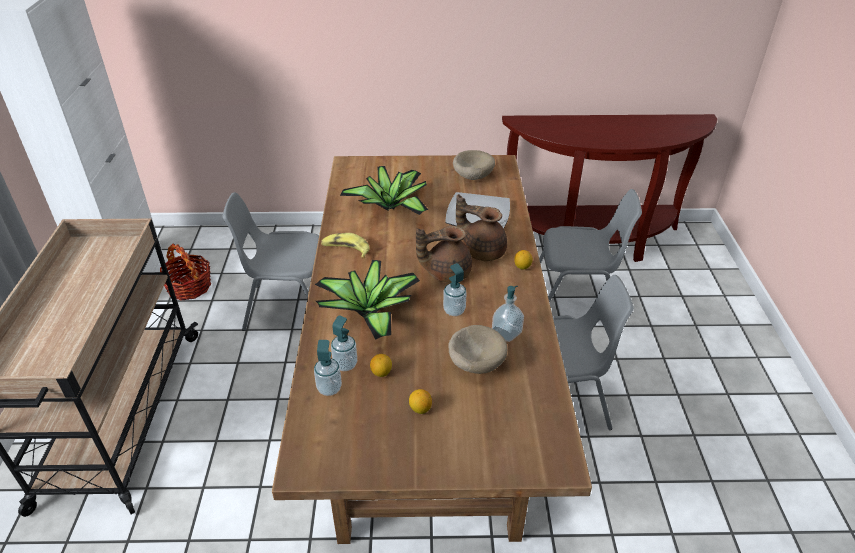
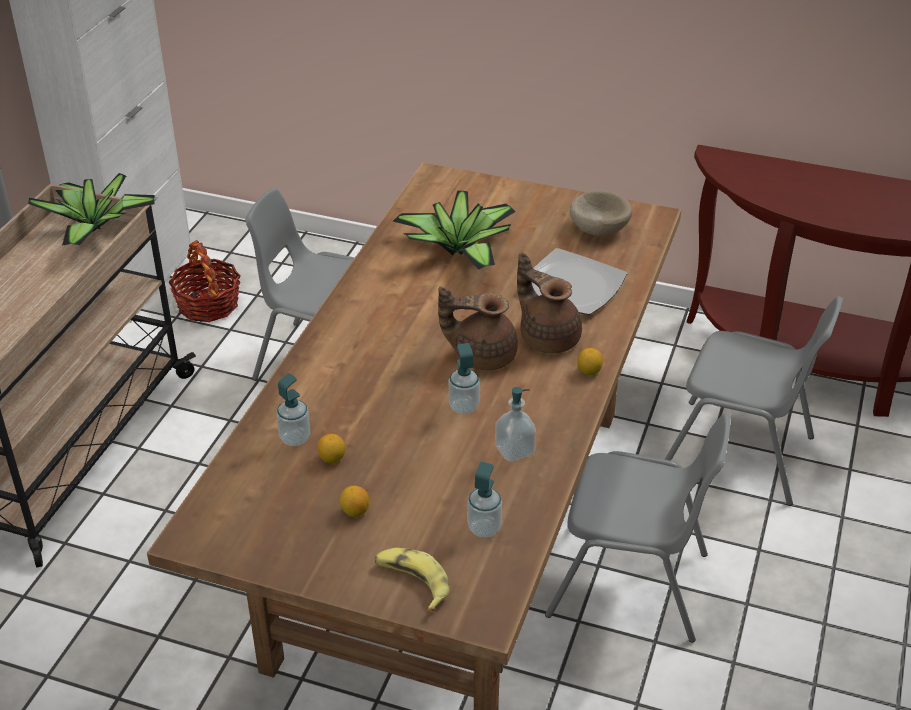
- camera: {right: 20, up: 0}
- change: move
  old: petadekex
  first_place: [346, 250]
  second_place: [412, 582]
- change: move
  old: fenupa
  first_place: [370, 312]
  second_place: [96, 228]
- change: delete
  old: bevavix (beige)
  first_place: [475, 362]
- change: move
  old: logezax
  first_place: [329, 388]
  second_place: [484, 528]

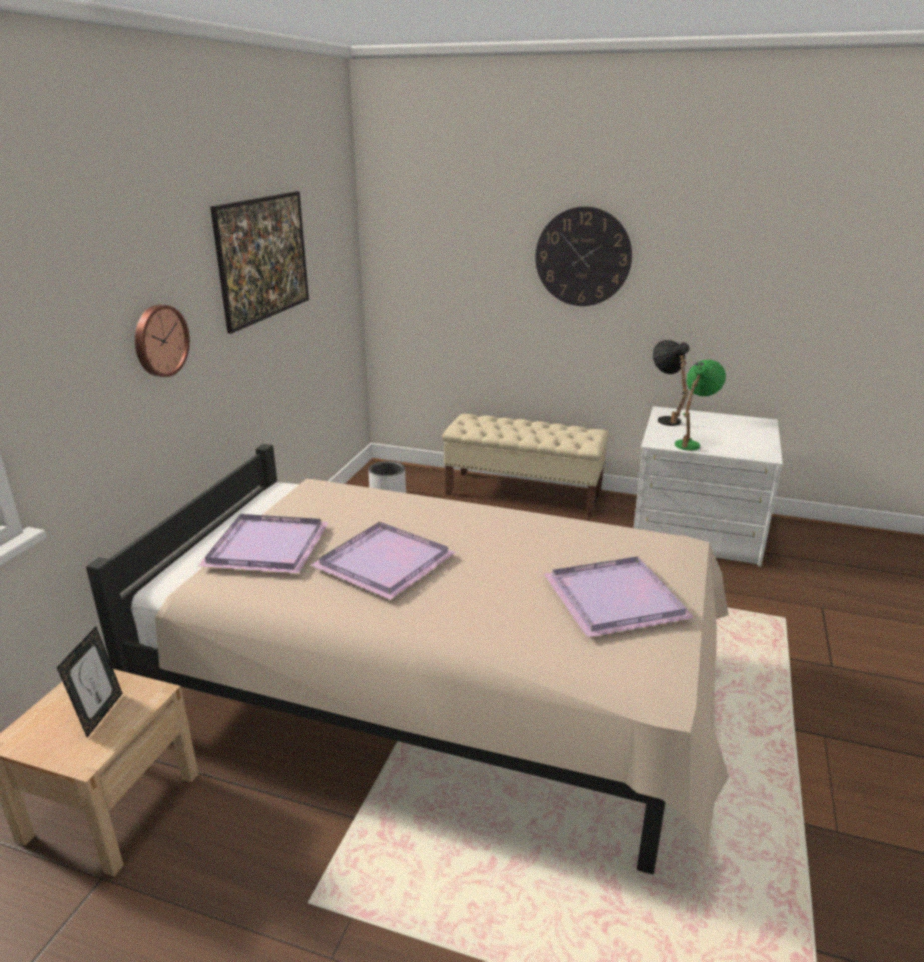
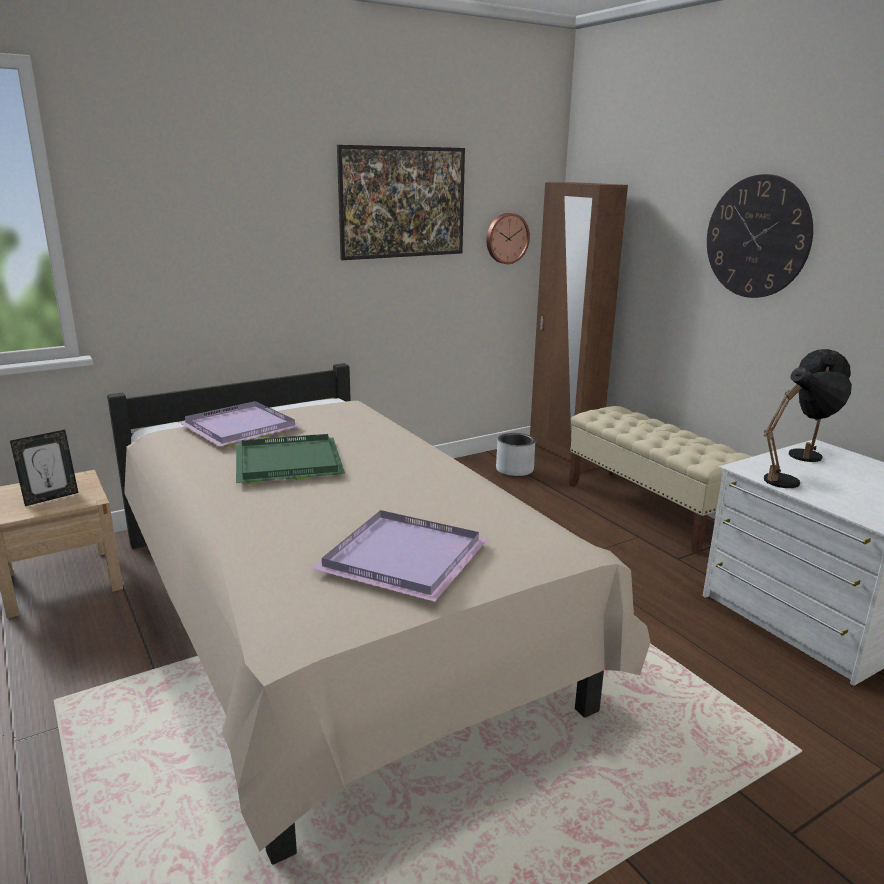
- camera: {right: 40, up: -5}
- change: move
  old: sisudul
  first_place: [159, 340]
  second_place: [506, 238]
- change: recolor
  old: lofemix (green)
  new: lofemix (black)
  first_place: [692, 443]
  second_place: [793, 481]
- change: recolor
  old: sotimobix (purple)
  new: sotimobix (green)
  first_place: [385, 564]
  second_place: [286, 464]
- change: insert
  new: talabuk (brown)
  second_place: [563, 457]

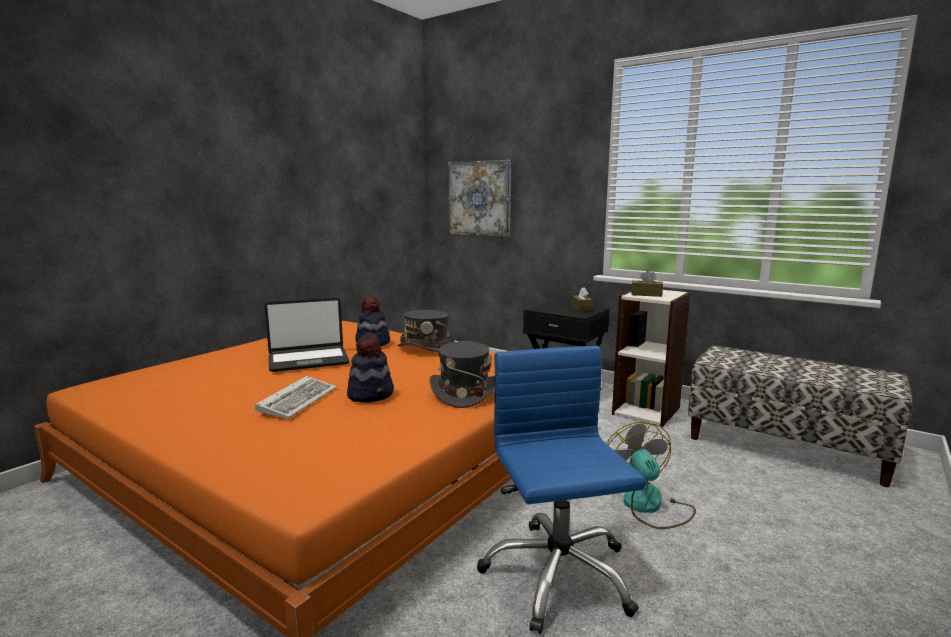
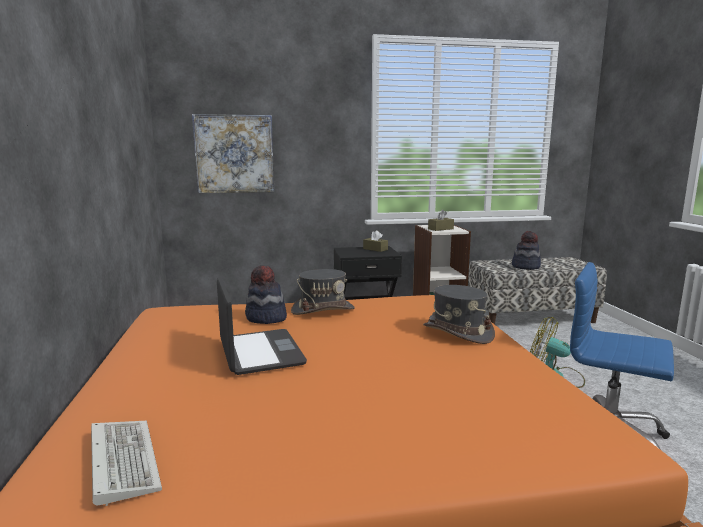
- camera: {right: -45, up: 0}
- change: rotate
  old: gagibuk
  first_place: [308, 360]
  second_place: [259, 353]
  degrees: -45
- change: move
  old: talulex
  first_place: [371, 394]
  second_place: [525, 266]
- change: move
  old: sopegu
  first_place: [298, 400]
  second_place: [121, 460]

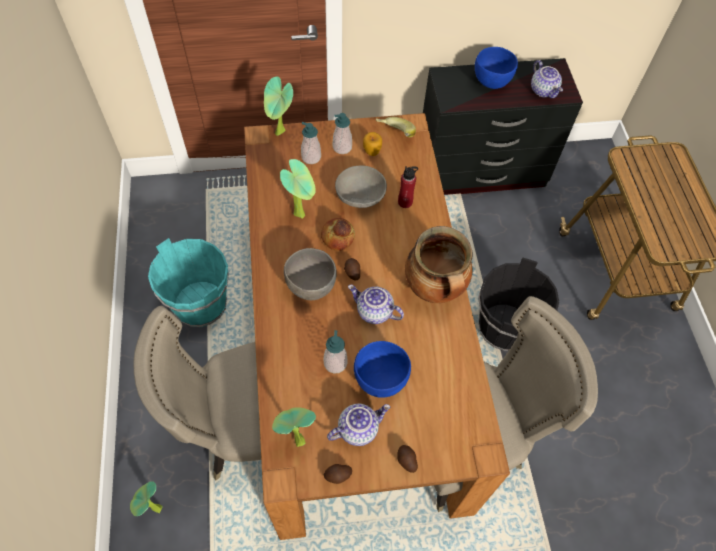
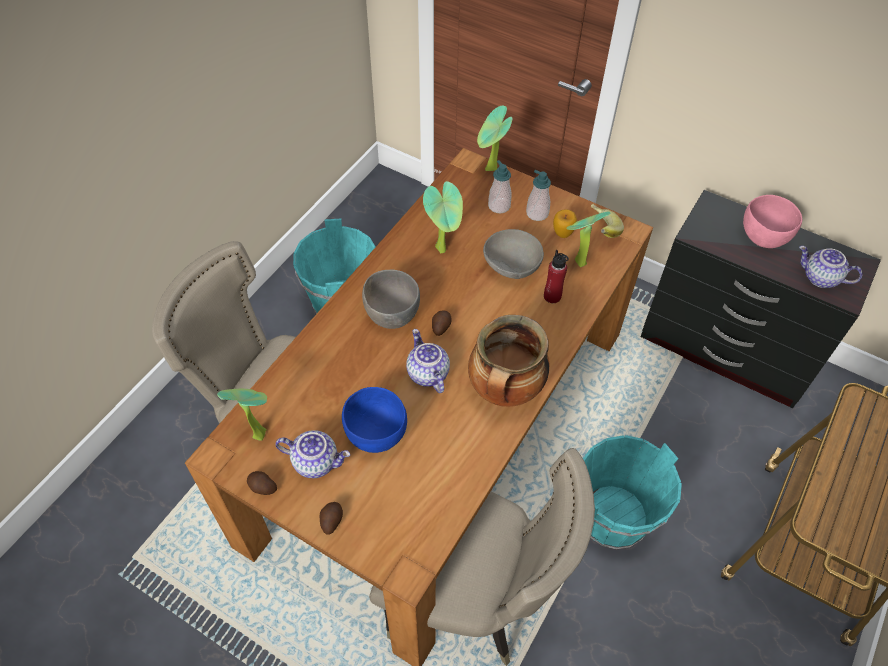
- camera: {right: 40, up: -5}
- change: recolor
  old: bevavix (blue)
  new: bevavix (pink)
  first_place: [491, 81]
  second_place: [762, 237]
- change: rotate
  old: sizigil
  first_place: [544, 90]
  second_place: [820, 278]
  degrees: 105
- change: delete
  old: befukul
  first_place: [337, 237]
- change: recolor
  old: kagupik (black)
  new: kagupik (turquoise)
  first_place: [504, 328]
  second_place: [613, 518]
- change: delete
  old: logezax
  first_place: [335, 363]
- change: move
  old: fenupa
  first_place: [154, 509]
  second_place: [577, 262]

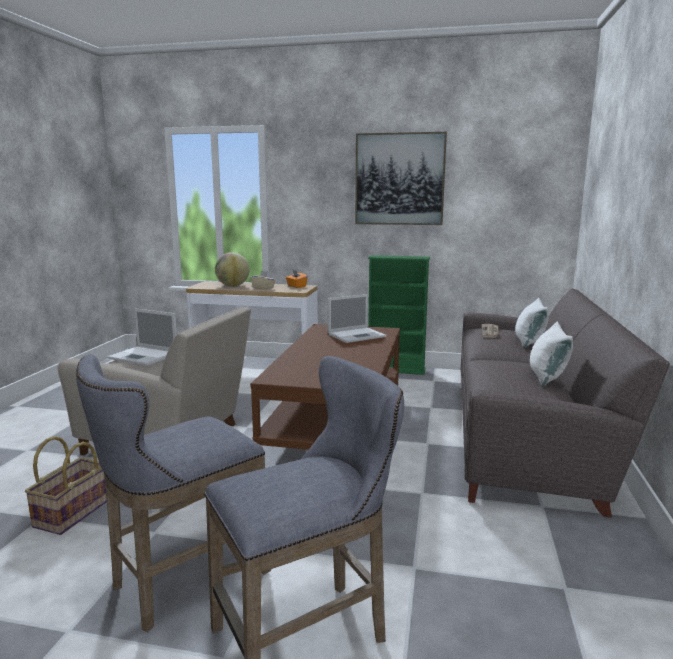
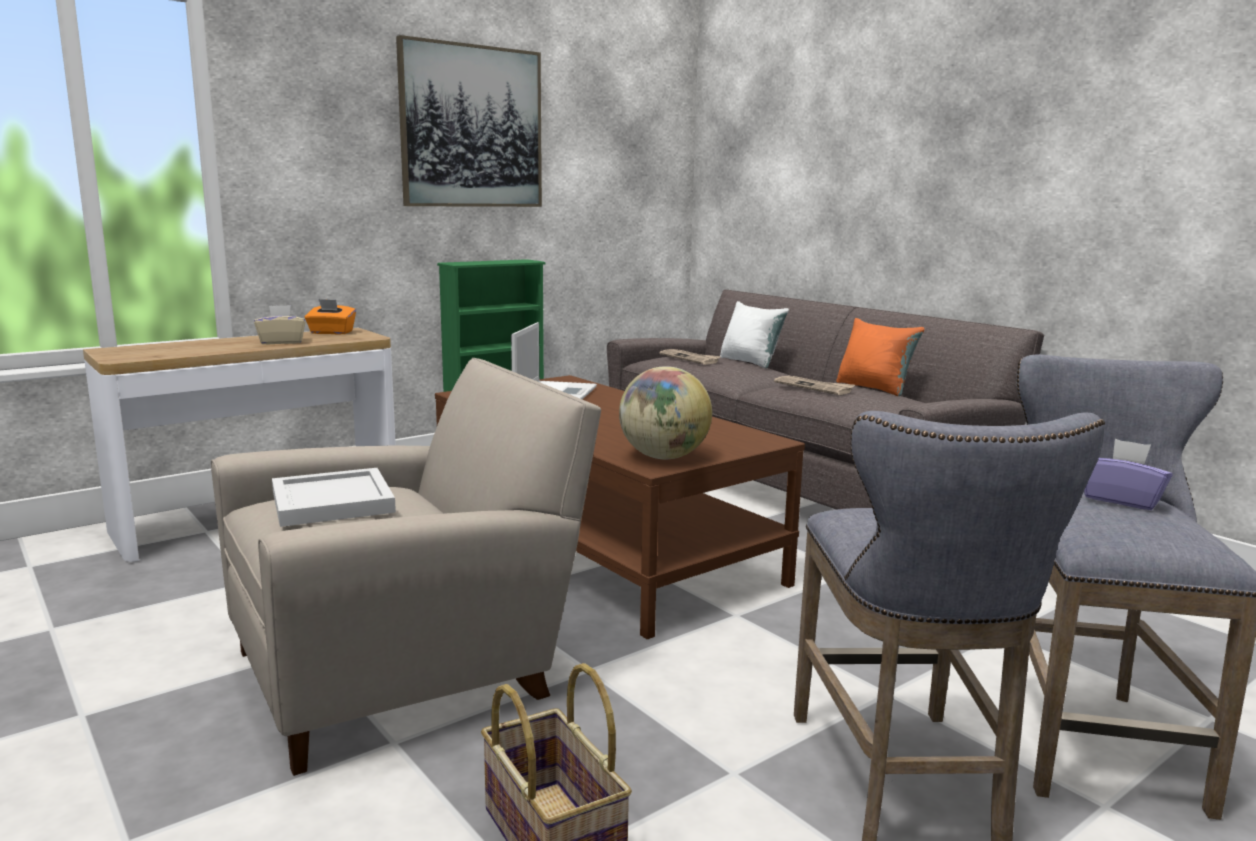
- camera: {right: -50, up: 0}
- change: move
  old: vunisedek
  first_place: [233, 286]
  second_place: [663, 457]
- change: replace
  old: gagibuk
  new: sotimobix (white)
  first_place: [144, 356]
  second_place: [334, 501]
- change: recolor
  old: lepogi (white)
  new: lepogi (orange)
  first_place: [547, 377]
  second_place: [874, 388]
- change: insert
  new: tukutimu
  second_place: [814, 387]
- change: insert
  new: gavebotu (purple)
  second_place: [1121, 500]

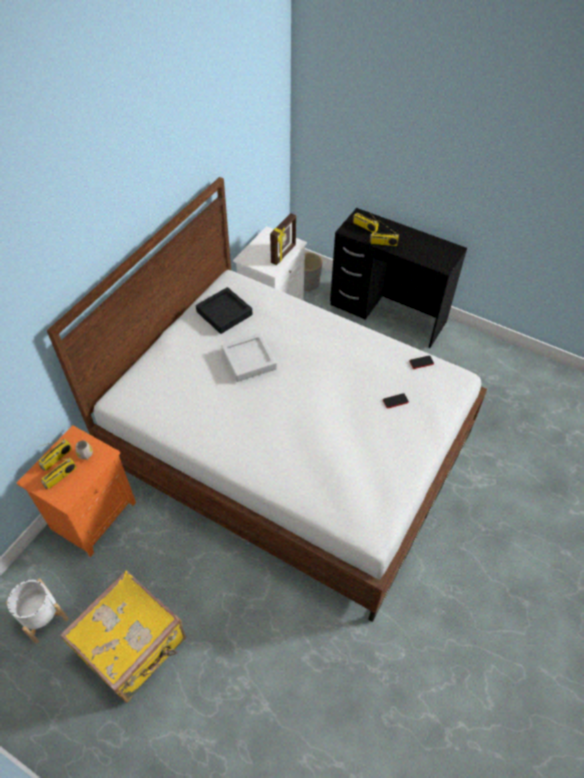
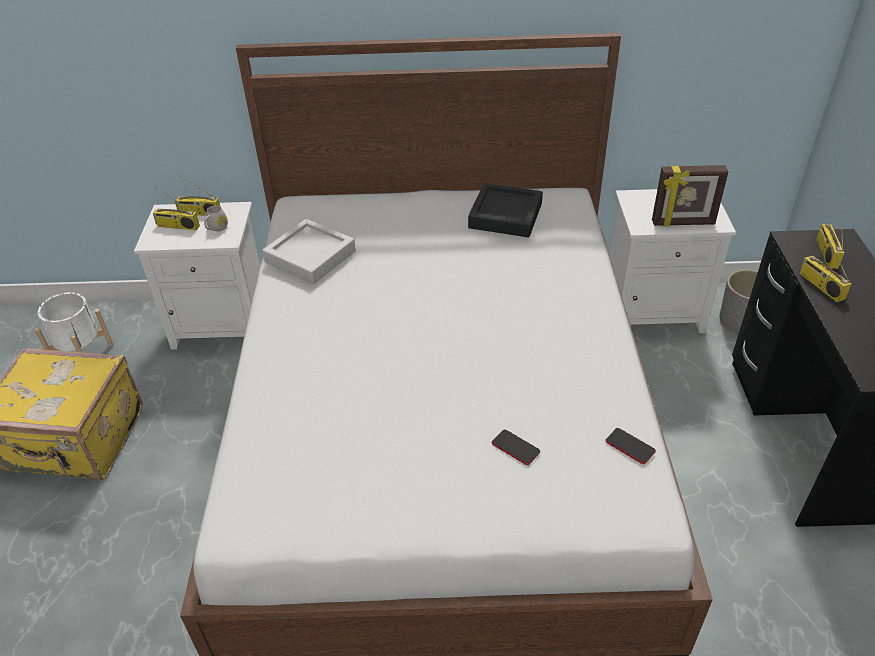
- camera: {right: 60, up: -10}
- change: move
  old: sotimobix (grey)
  first_place: [249, 360]
  second_place: [310, 257]
- change: recolor
  old: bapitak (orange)
  new: bapitak (white)
  first_place: [93, 514]
  second_place: [224, 324]

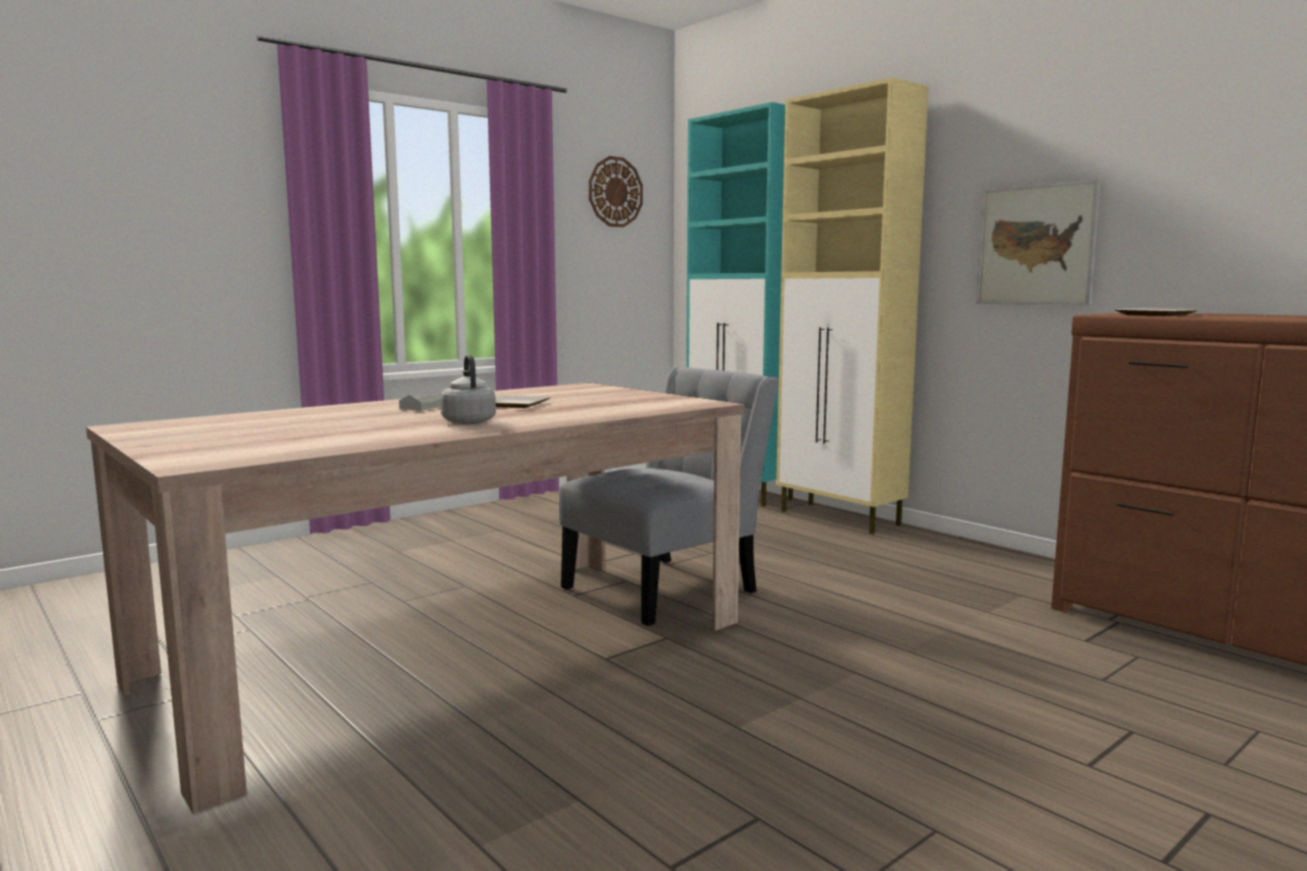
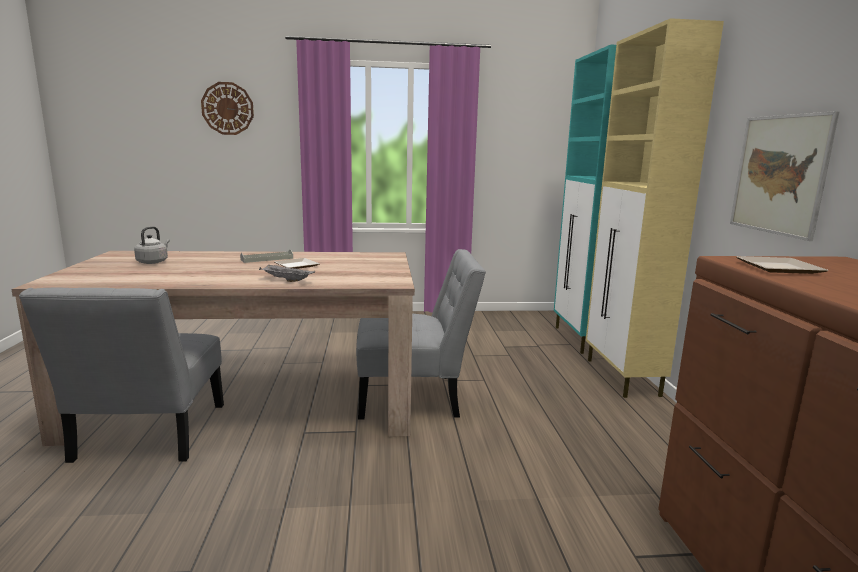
- camera: {right: 35, up: 5}
- change: move
  old: sisudul
  first_place: [615, 192]
  second_place: [227, 108]
- change: move
  old: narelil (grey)
  first_place: [468, 421]
  second_place: [153, 262]
- change: insert
  new: sotimobix (grey)
  second_place: [286, 280]
- change: insert
  new: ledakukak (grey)
  second_place: [148, 436]

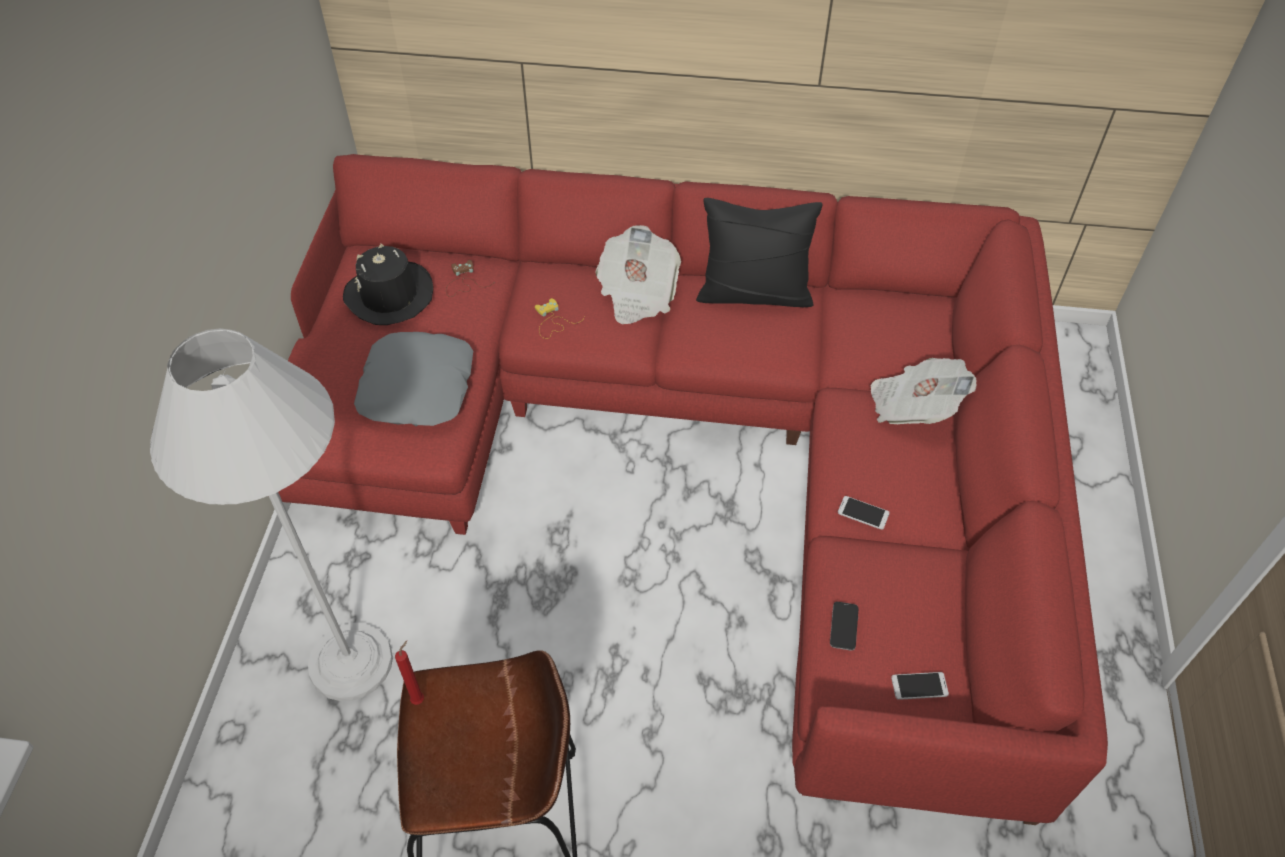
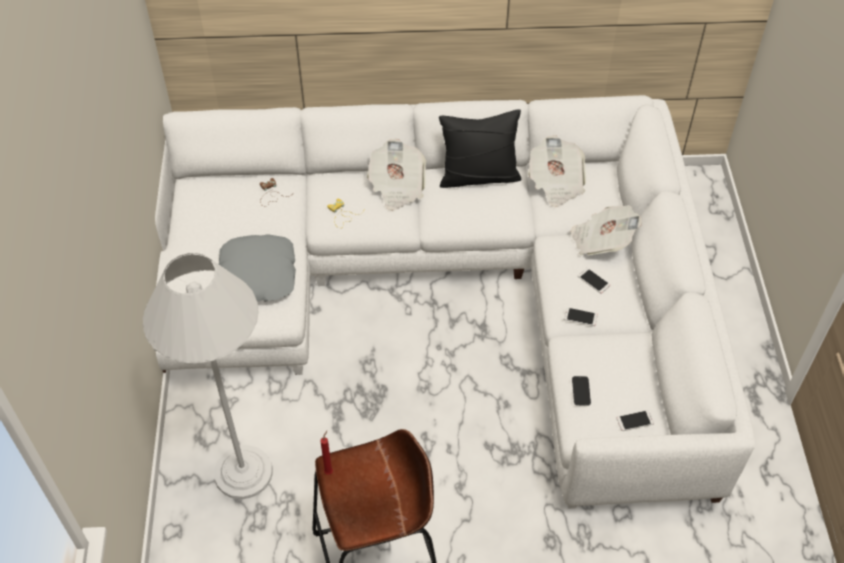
- camera: {right: -10, up: 0}
- change: recolor
  old: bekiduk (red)
  new: bekiduk (white)
  first_place: [697, 444]
  second_place: [452, 287]
- change: delete
  old: talulex (black)
  first_place: [389, 295]
- change: insert
  new: tukutimu
  second_place: [556, 183]
- change: insert
  new: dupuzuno
  second_place: [593, 281]

